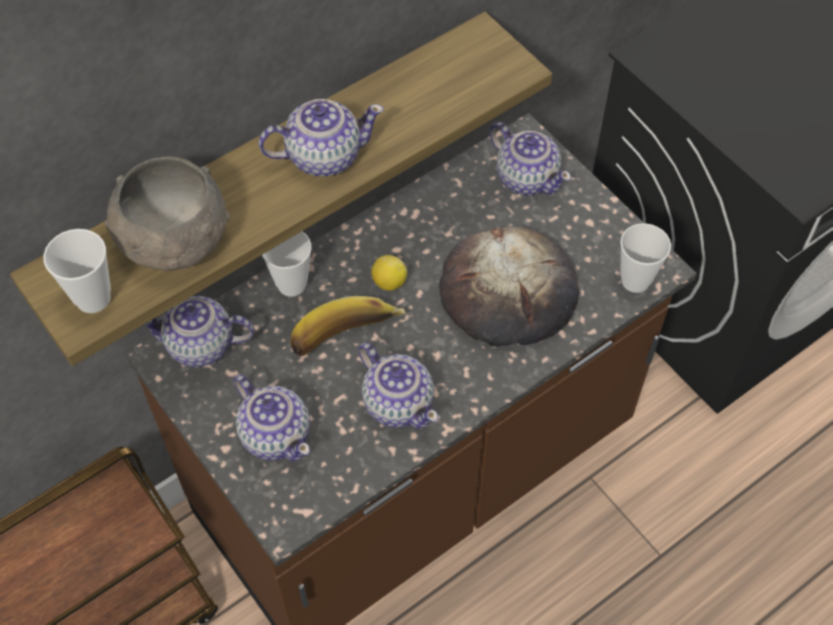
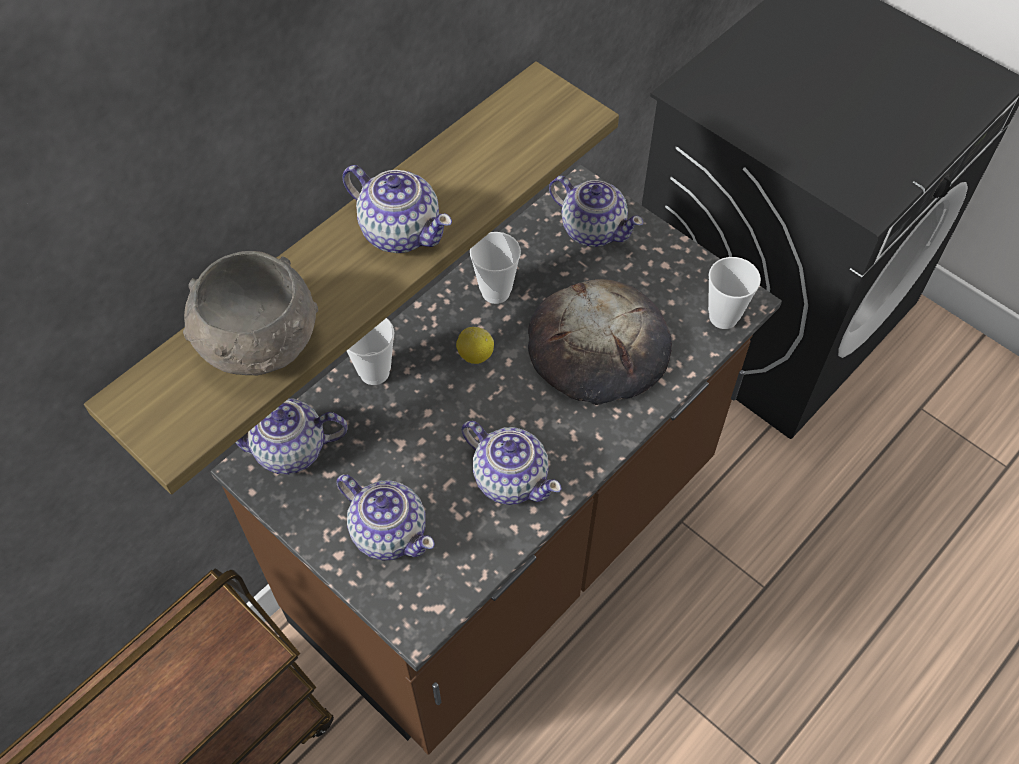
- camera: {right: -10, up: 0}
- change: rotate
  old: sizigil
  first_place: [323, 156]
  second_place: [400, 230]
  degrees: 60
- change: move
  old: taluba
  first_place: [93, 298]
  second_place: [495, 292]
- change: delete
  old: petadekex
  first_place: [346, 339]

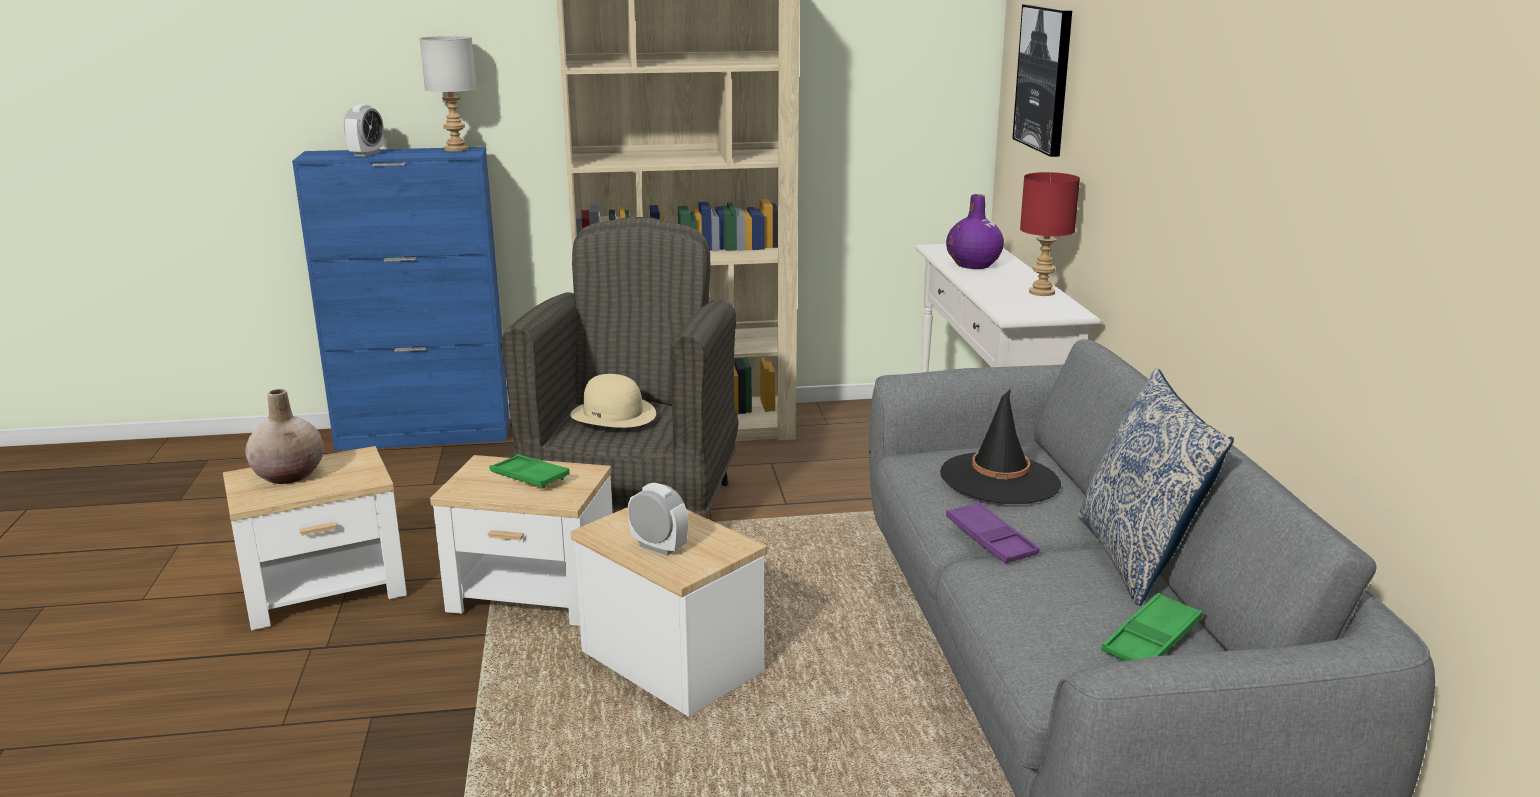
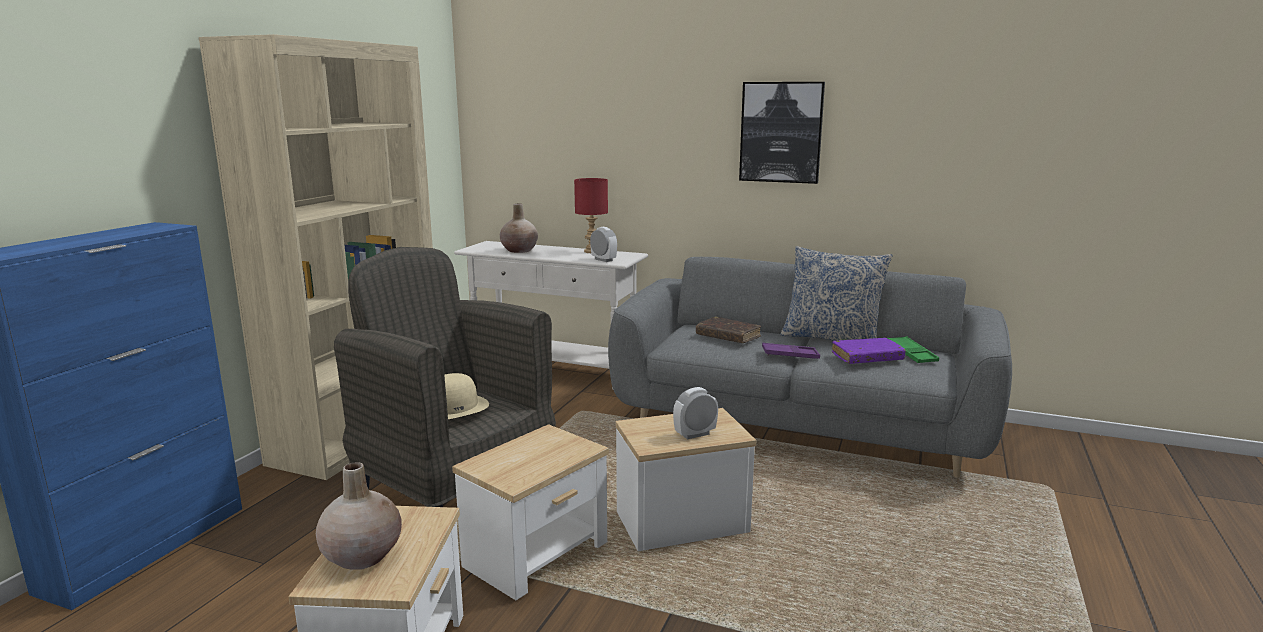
- camera: {right: -60, up: -5}
- change: move
  old: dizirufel
  first_place: [1044, 78]
  second_place: [781, 132]
- change: delete
  old: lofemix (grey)
  first_place: [457, 149]
- change: move
  old: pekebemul
  first_place: [367, 154]
  second_place: [603, 260]
- change: recolor
  old: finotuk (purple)
  new: finotuk (beige)
  first_place: [973, 265]
  second_place: [519, 250]
- change: replace
  old: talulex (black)
  new: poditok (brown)
  first_place: [1000, 479]
  second_place: [728, 337]
- change: delete
  old: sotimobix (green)
  first_place: [529, 477]
- change: insert
  new: poditok (purple)
  second_place: [867, 358]

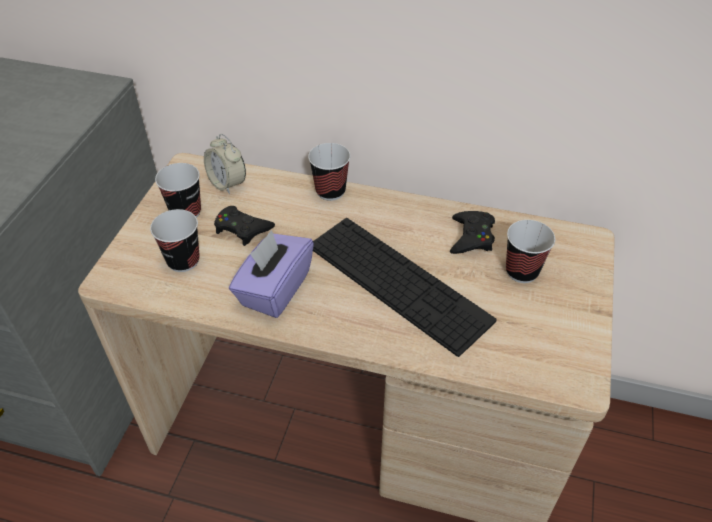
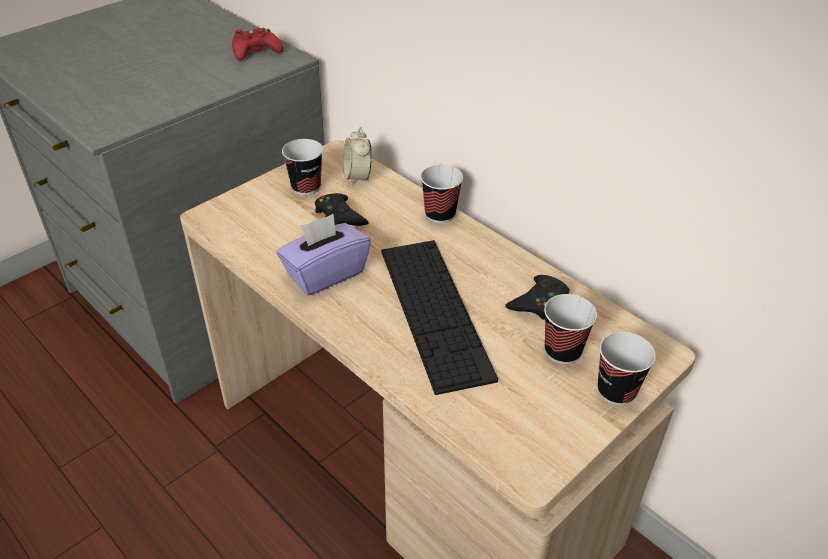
- camera: {right: 30, up: -5}
- change: move
  old: taluba
  first_place: [183, 260]
  second_place: [616, 391]
- change: insert
  new: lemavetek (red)
  second_place: [256, 51]

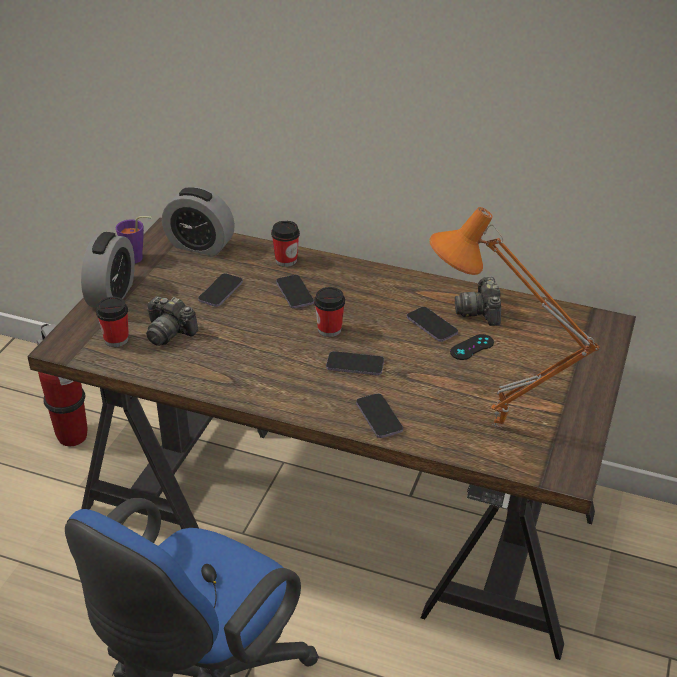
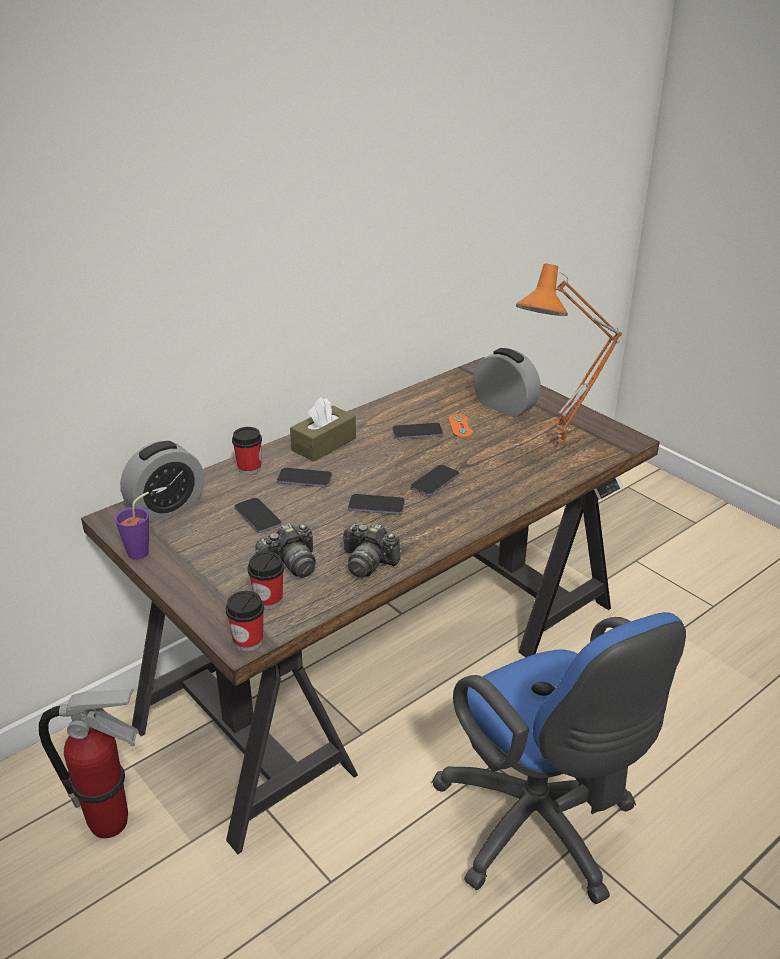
- camera: {right: -60, up: -5}
- change: move
  old: pekebemul
  first_place: [112, 295]
  second_place: [504, 406]
- change: move
  old: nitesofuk
  first_place: [480, 312]
  second_place: [368, 562]
- change: move
  old: taluba
  first_place: [329, 329]
  second_place: [248, 641]
- change: recolor
  old: lemavetek (black)
  new: lemavetek (orange)
  first_place: [472, 347]
  second_place: [460, 426]
- change: move
  old: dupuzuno
  first_place: [379, 417]
  second_place: [376, 506]
- change: insert
  new: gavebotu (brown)
  second_place: [324, 444]

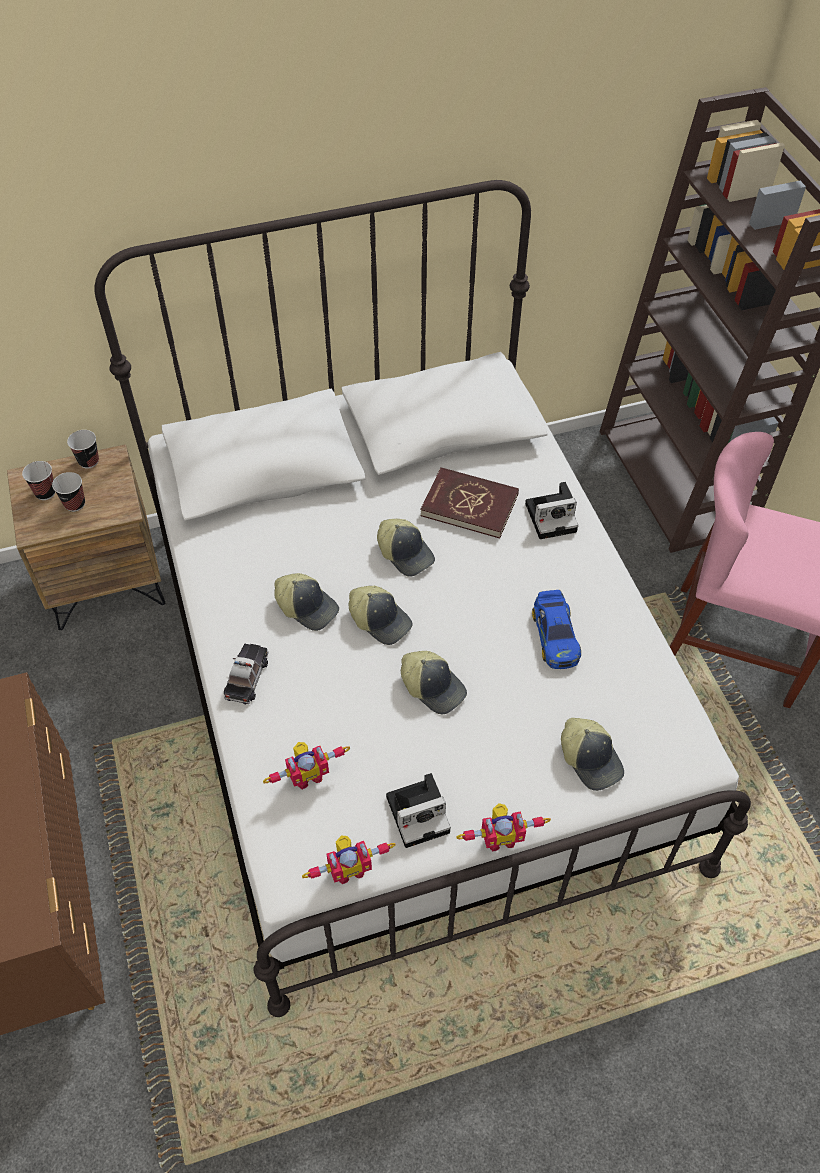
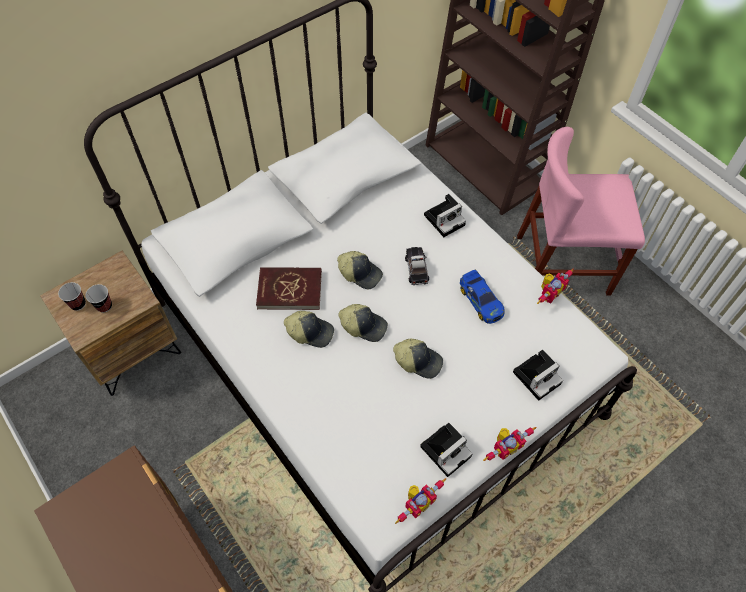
- camera: {right: -20, up: 5}
- change: delete
  old: taluba
  first_place: [89, 461]
- change: move
  old: poditok (red)
  first_place: [469, 505]
  second_place: [290, 290]
- change: move
  old: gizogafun
  first_place: [247, 677]
  second_place: [416, 268]
- change: replace
  old: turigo
  new: nitesofuk
  first_place: [591, 759]
  second_place: [537, 376]
- change: move
  old: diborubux
  first_place: [307, 775]
  second_place: [548, 294]

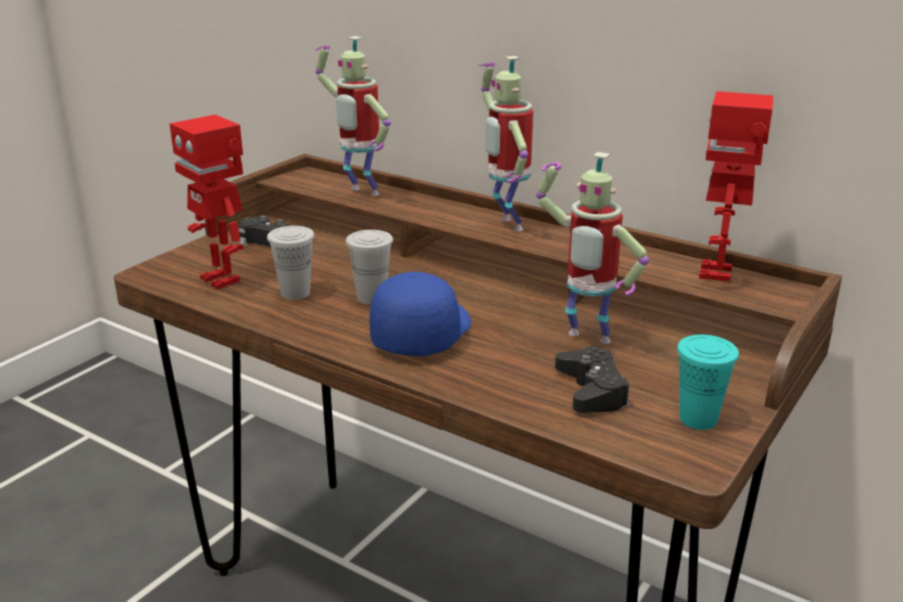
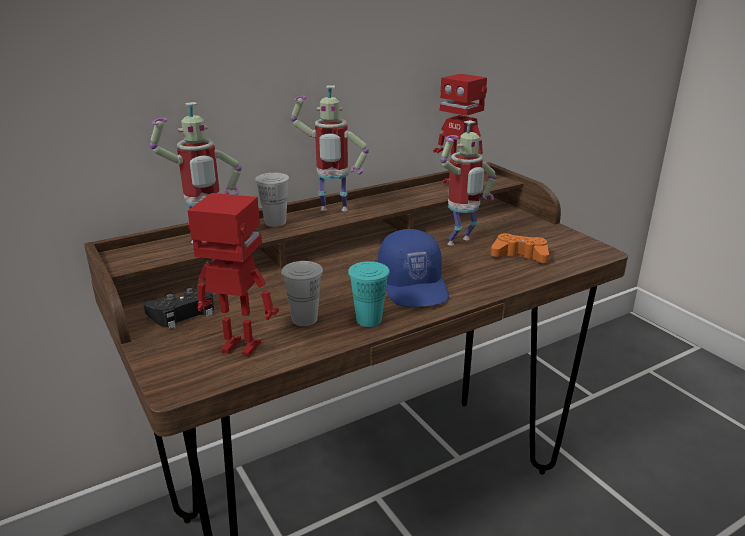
- camera: {right: -65, up: 0}
- change: rotate
  old: diborubux
  first_place: [222, 279]
  second_place: [239, 348]
  degrees: -150
- change: move
  old: taluba (white)
  first_place: [371, 298]
  second_place: [275, 222]
- change: rotate
  old: turigo (blue)
  first_place: [421, 333]
  second_place: [414, 286]
  degrees: -150
- change: move
  old: taluba (turquoise)
  first_place: [698, 419]
  second_place: [369, 320]
- change: recolor
  old: lemavetek (black)
  new: lemavetek (orange)
  first_place: [591, 390]
  second_place: [520, 255]

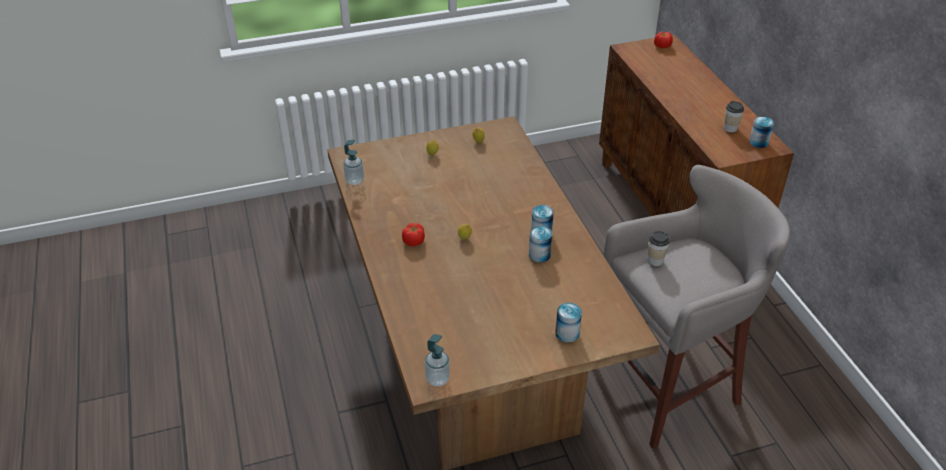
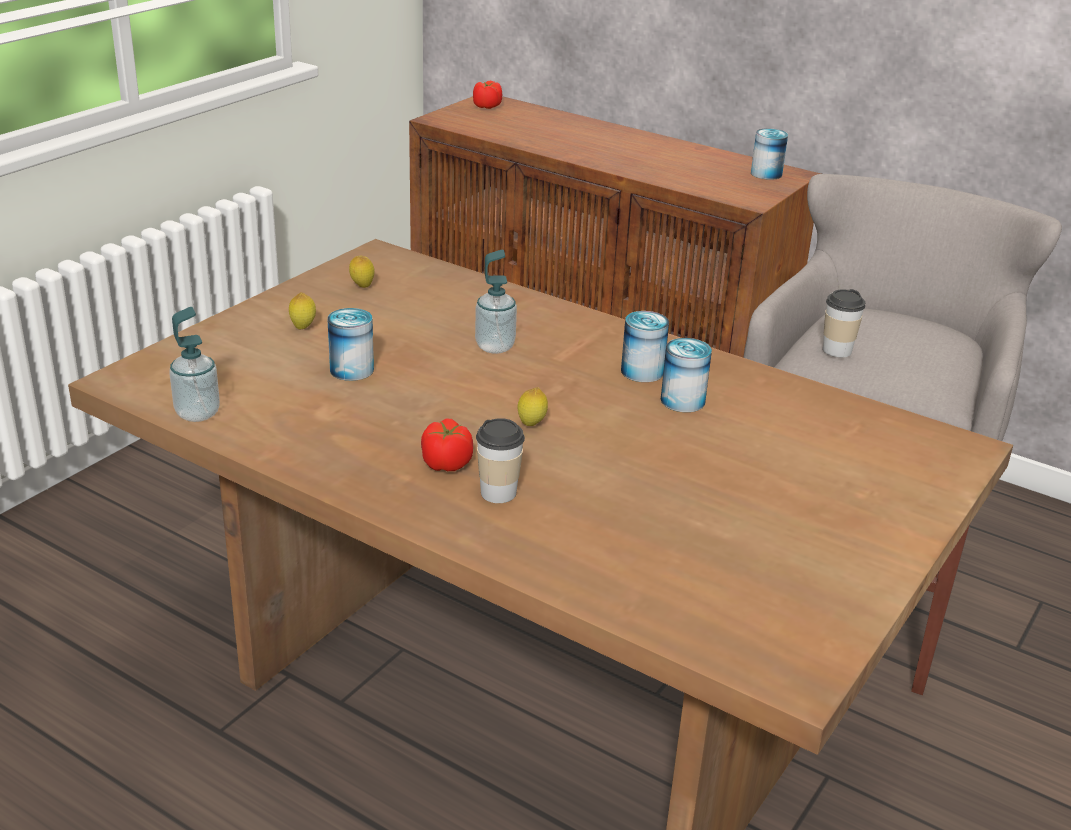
- camera: {right: -40, up: -10}
- change: move
  old: taluba
  first_place: [730, 128]
  second_place: [498, 493]
- change: move
  old: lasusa
  first_place: [567, 333]
  second_place: [351, 370]
- change: move
  old: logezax
  first_place: [437, 379]
  second_place: [495, 347]

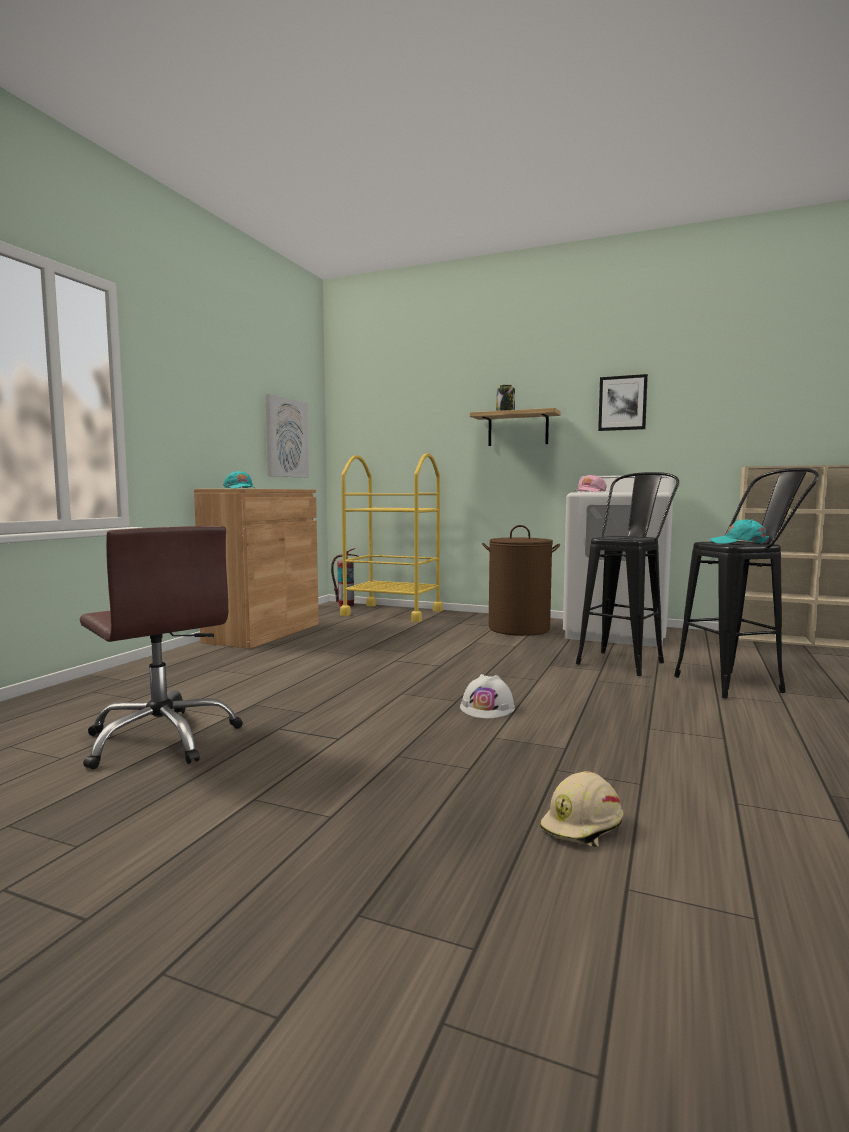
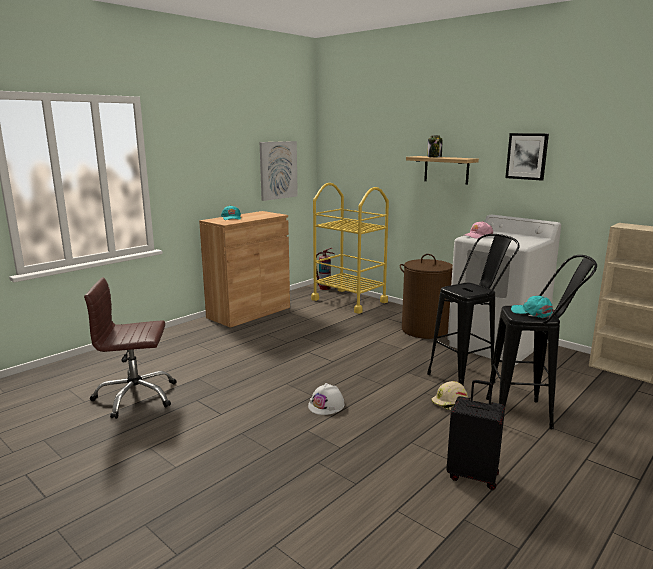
- camera: {right: 20, up: 10}
- change: rotate
  old: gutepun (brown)
  first_place: [162, 739]
  second_place: [136, 397]
  degrees: 105
- change: move
  old: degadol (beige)
  first_place: [583, 826]
  second_place: [450, 402]
- change: insert
  new: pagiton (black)
  second_place: [473, 475]

